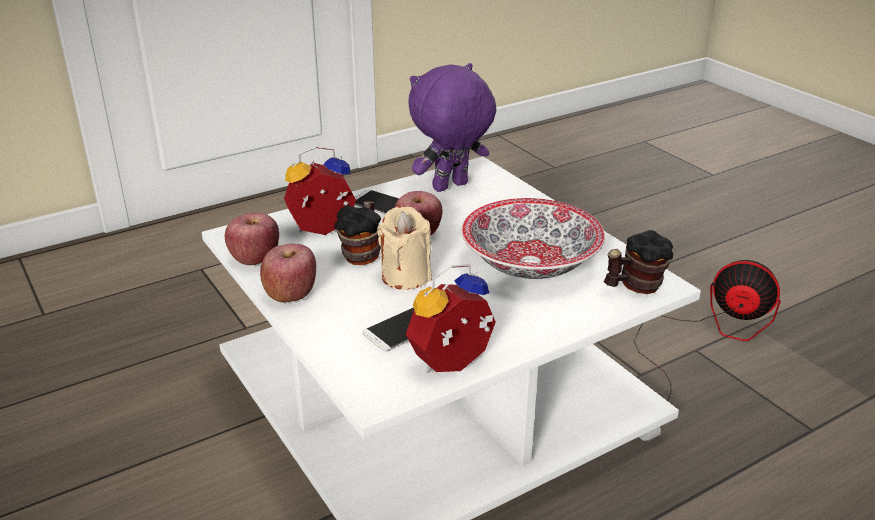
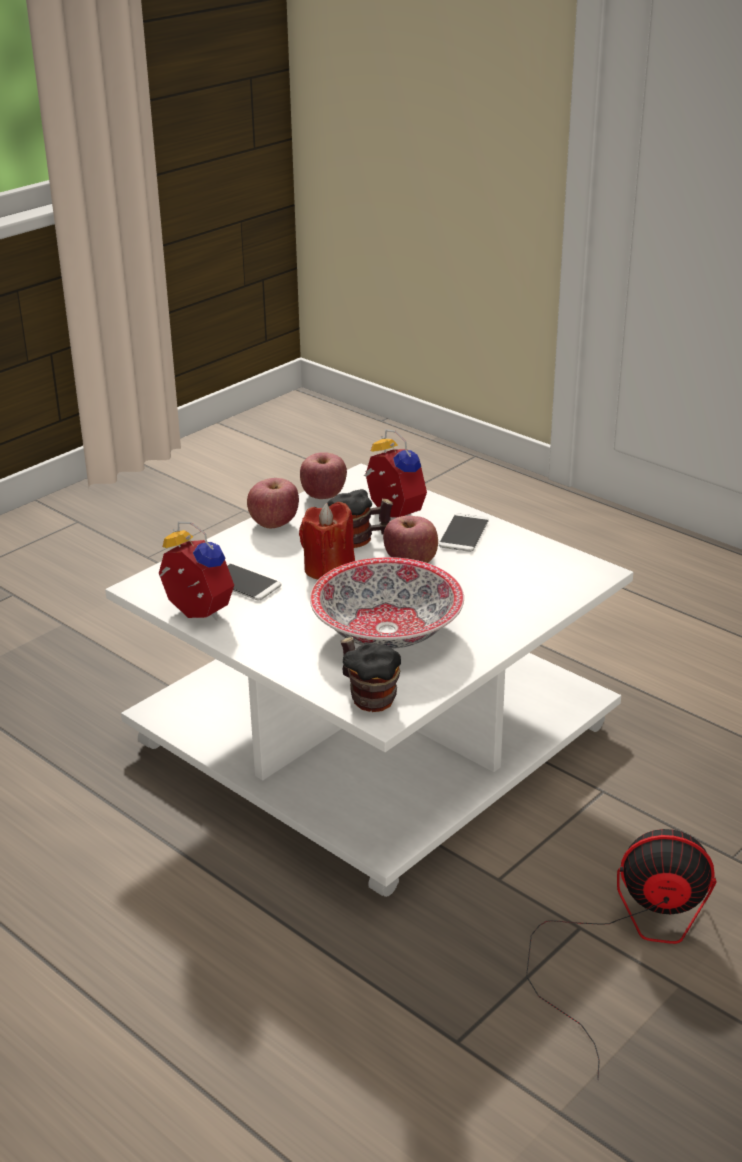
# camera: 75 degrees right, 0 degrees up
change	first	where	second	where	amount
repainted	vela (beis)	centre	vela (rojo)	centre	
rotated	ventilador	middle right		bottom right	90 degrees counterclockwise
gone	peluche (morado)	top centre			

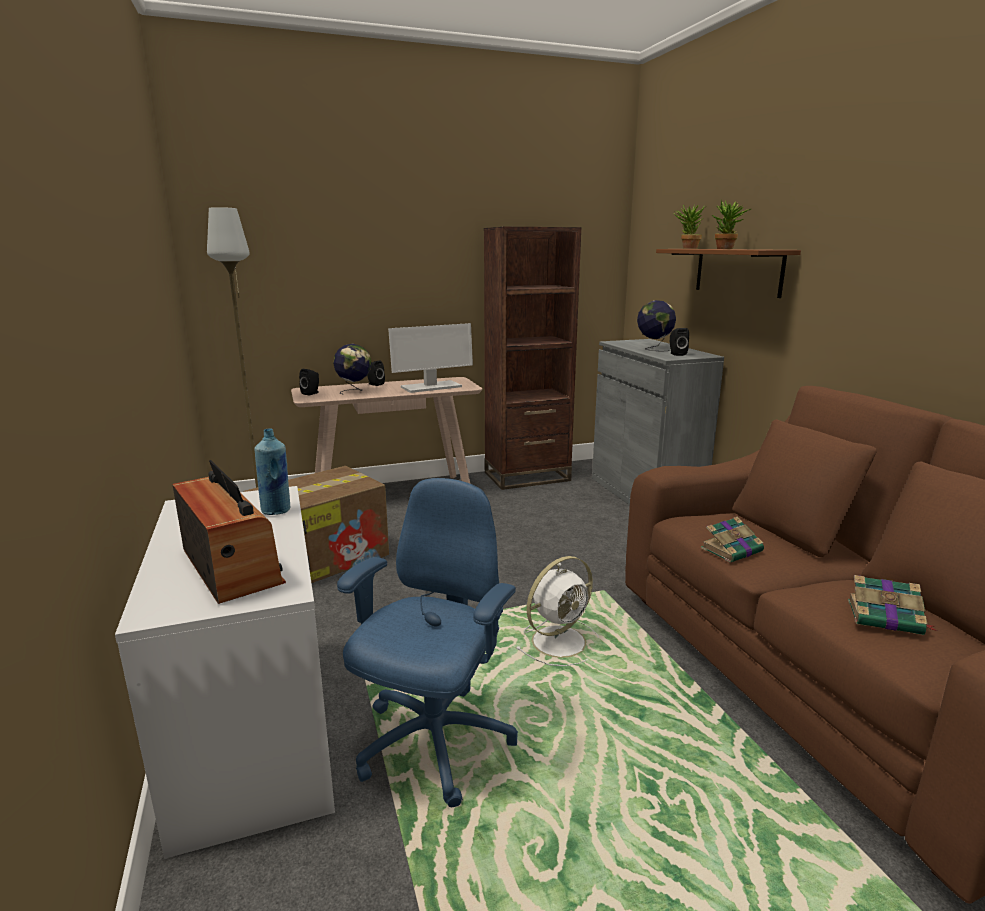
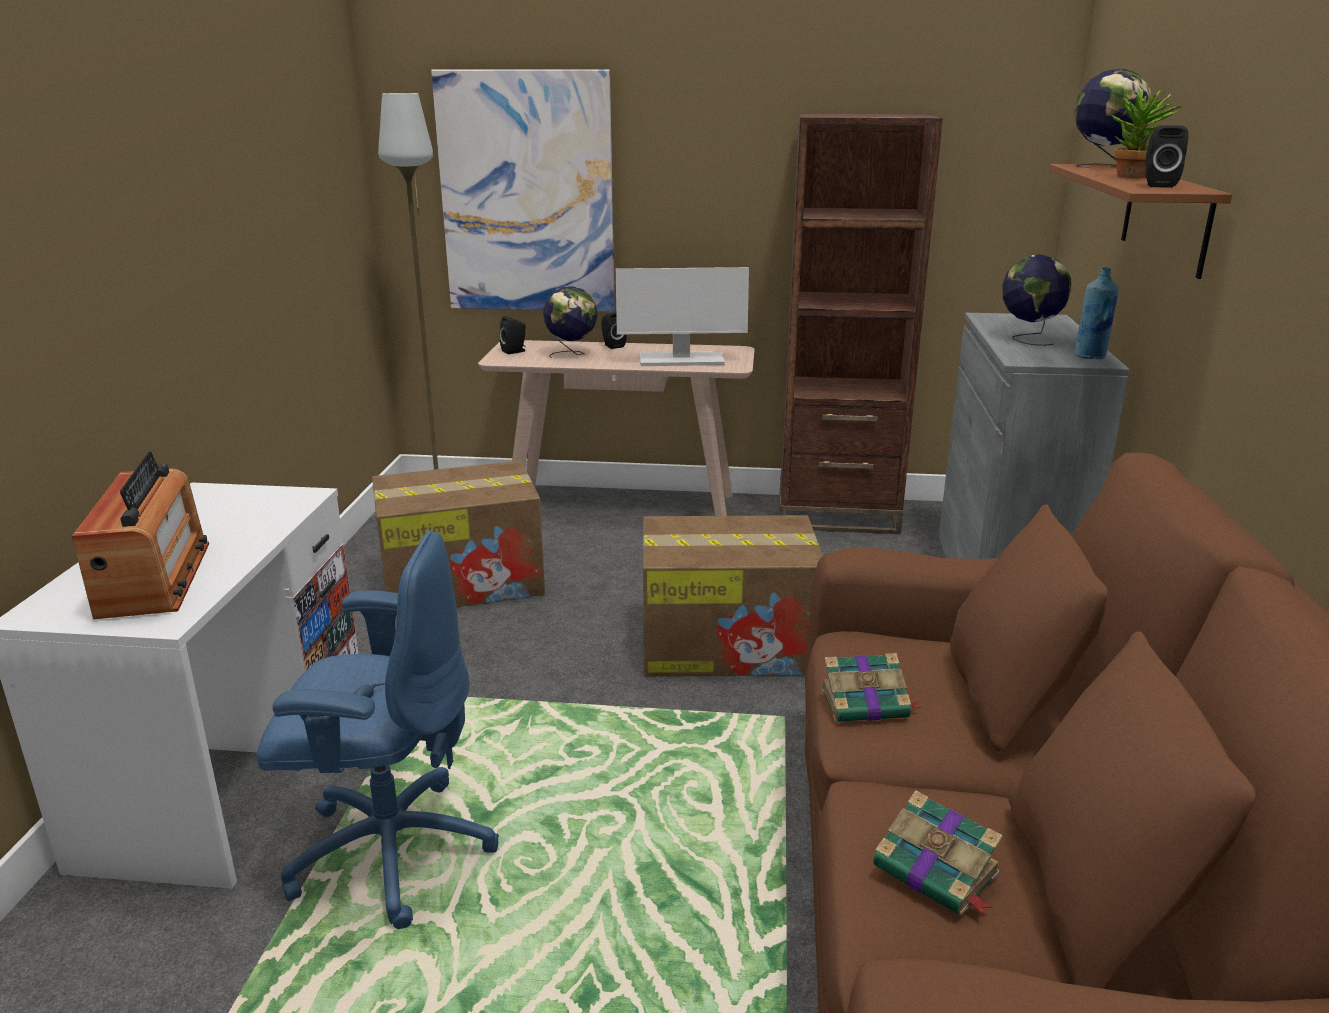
# camera: 25 degrees right, 5 degrees up
change	first	where	second	where	amount
rotated	silla de oficina (azul)	bottom centre		bottom left	45 degrees clockwise
new			cuadro	top centre	
new			caja de cartón (no. 2 from left)	centre	
swapped	planta en maceta (no. 1 from left)	top right	globo terráqueo (no. 3 from left)	top right	
shifted	botella (azul)	middle left		top right	
shifted	altavoz (negro) (no. 3 from left)	middle right		top right	
gone	ventilador (blanco)	bottom centre			

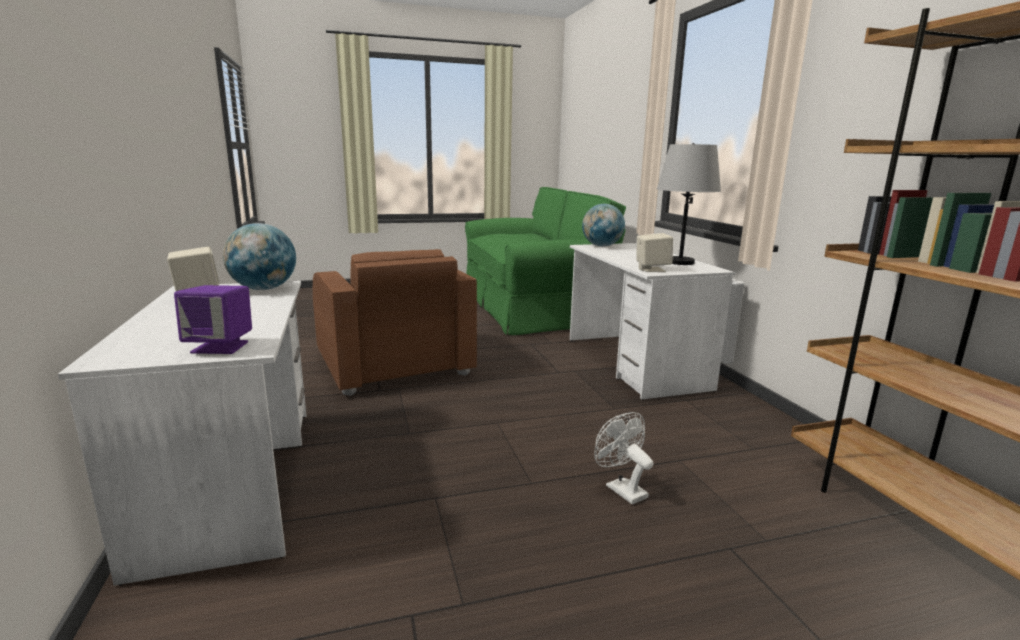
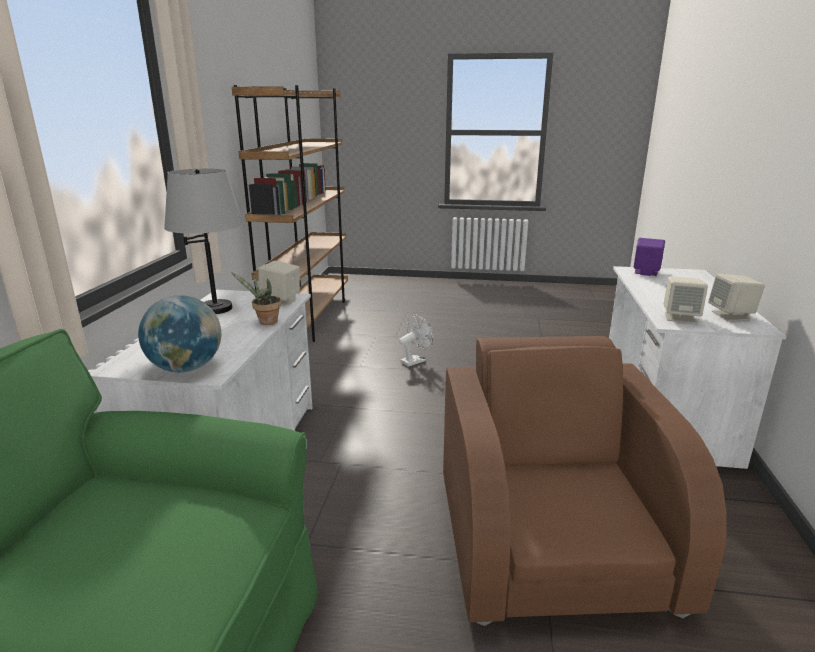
# camera: 155 degrees left, 5 degrees up
change	first	where	second	where	amount
new			planta en maceta	middle left	
rotated	ventilador (blanco)	bottom centre		centre	120 degrees counterclockwise
swapped	globo terráqueo (no. 1 from left)	middle left	altavoz (beis) (no. 2 from left)	middle right	

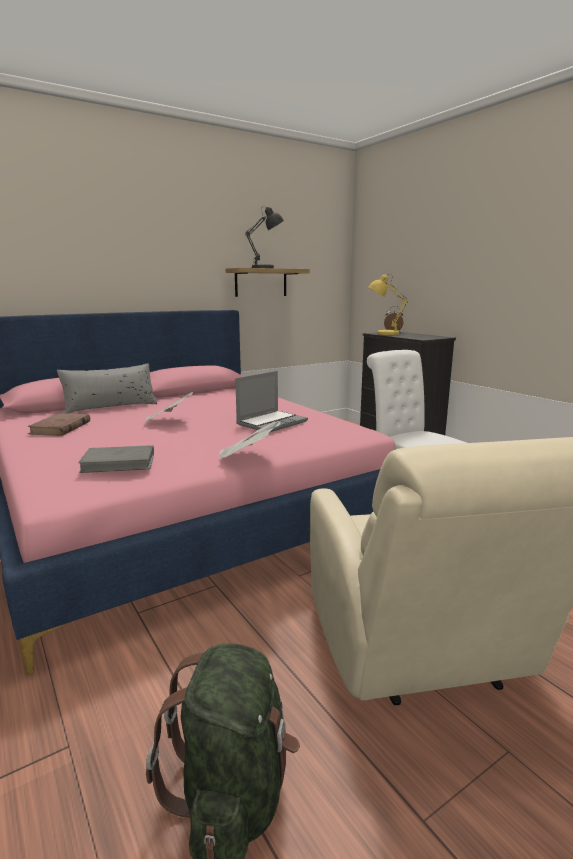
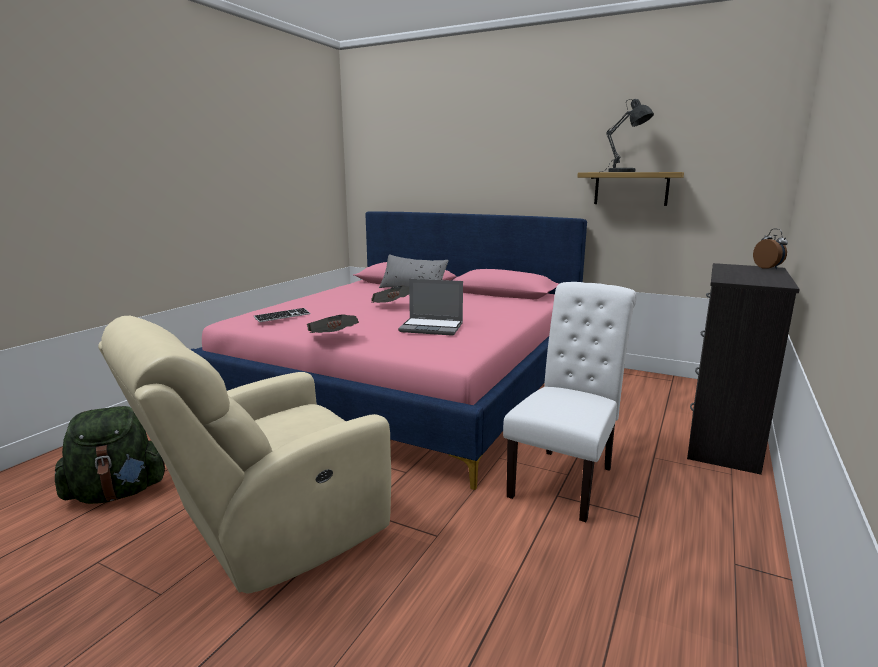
# camera: 60 degrees right, 0 degrees up
change	first	where	second	where	amount
swapped	libro (gris)	middle left	teclado	middle left	
gone	libro (marrón)	middle left			
gone	lámpara de mesa (amarillo)	middle right			

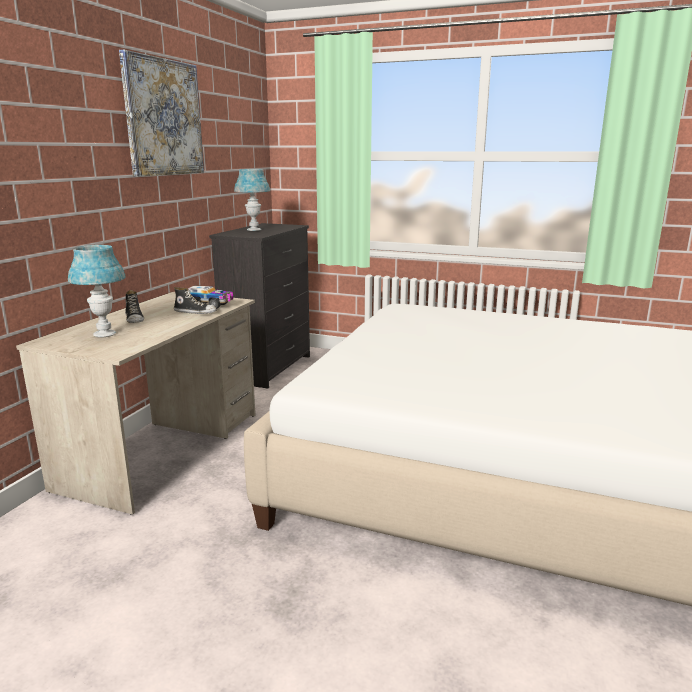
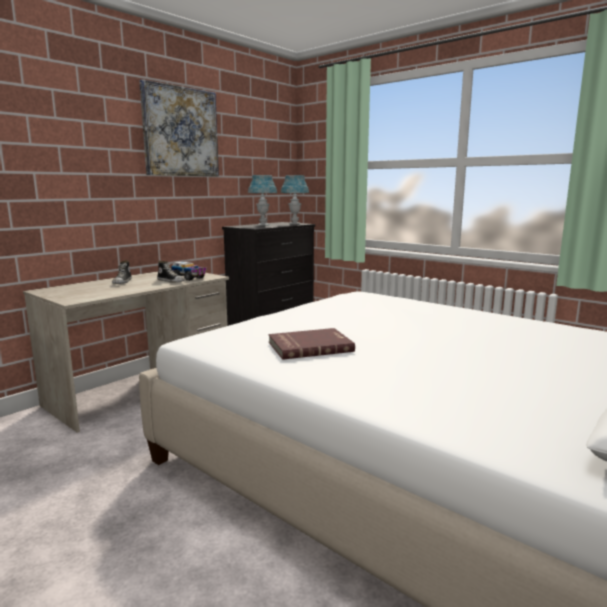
# camera: 20 degrees right, 5 degrees down
change	first	where	second	where	amount
new			libro (rojo)	centre	
shifted	lámpara de mesa (azul) (no. 1 from left in the first image)	middle left	lámpara de mesa (azul) (no. 2 from left)	top centre	

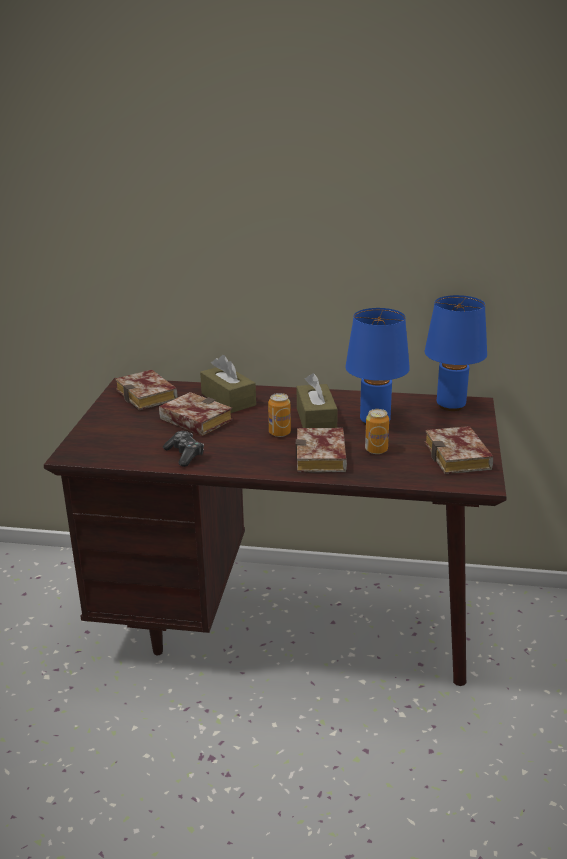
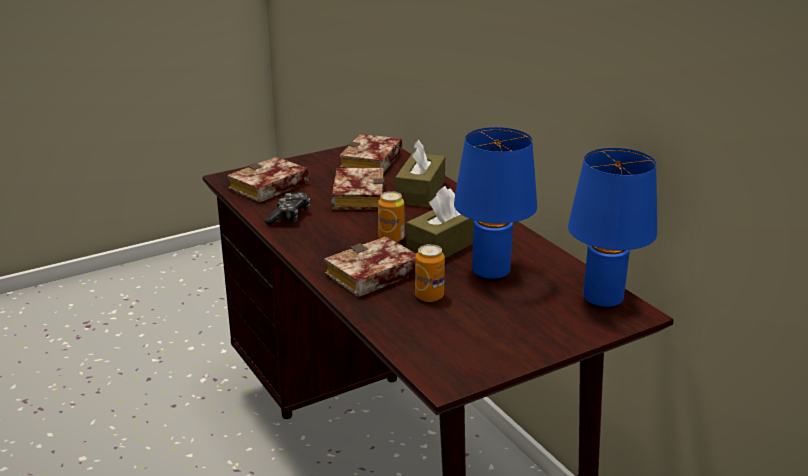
# camera: 50 degrees right, 0 degrees up
change	first	where	second	where	amount
shifted	libro (no. 4 from left in the first image)	middle right	libro (no. 1 from left)	middle left	

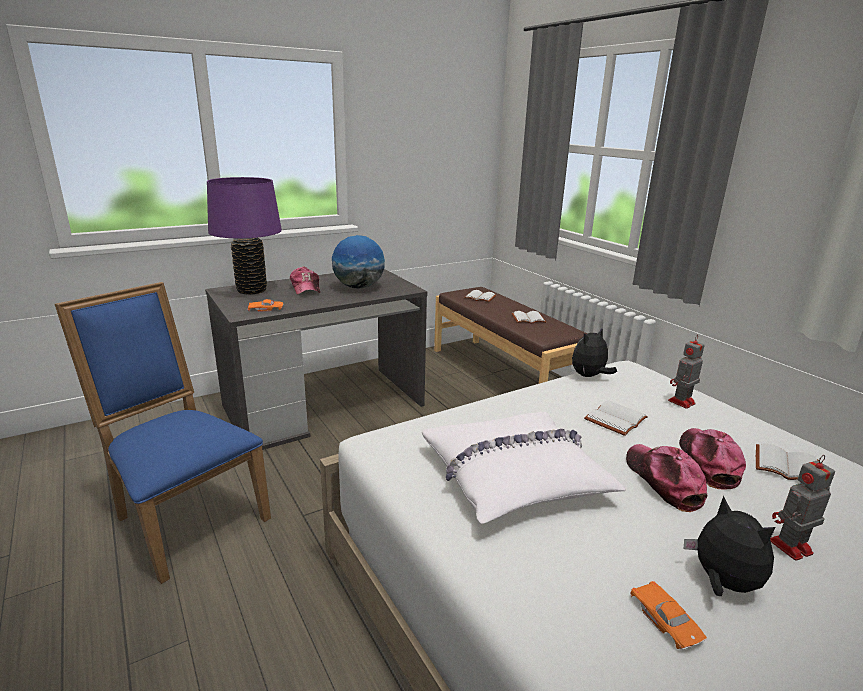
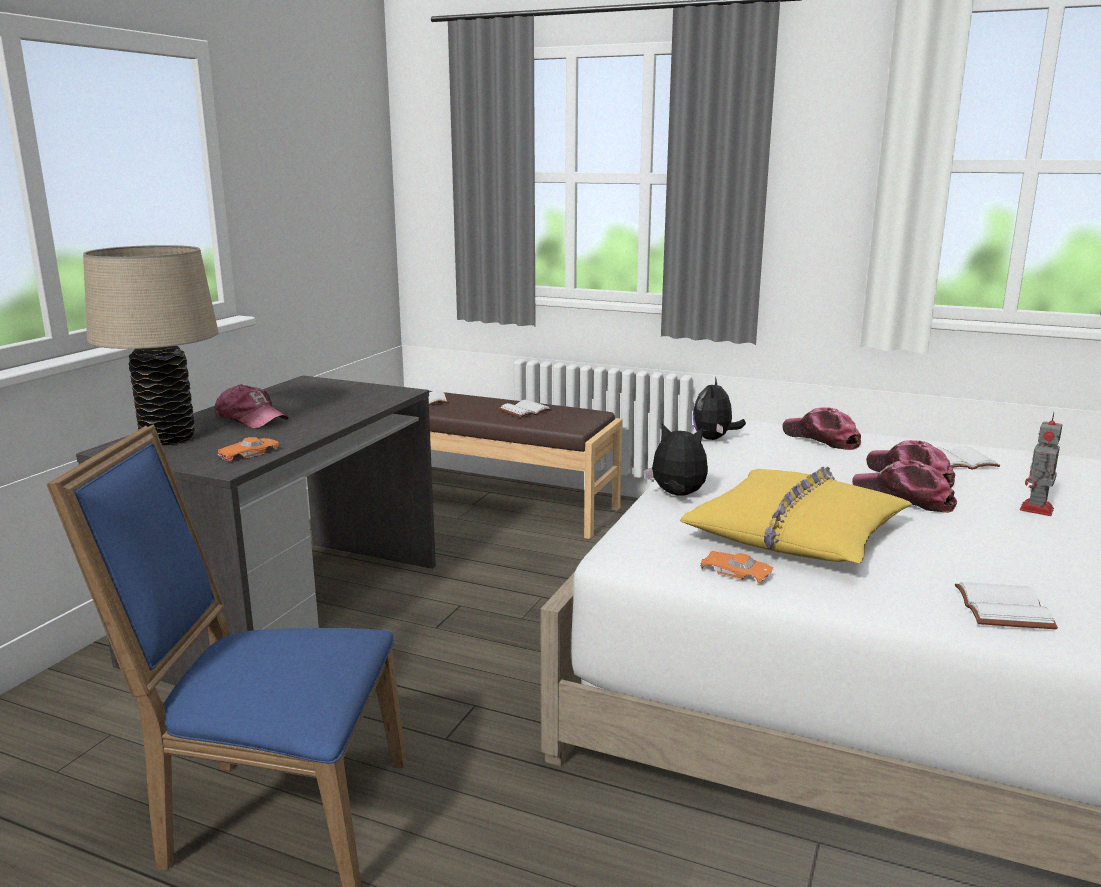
# camera: 35 degrees left, 5 degrees down
change	first	where	second	where	amount
repainted	lámpara de mesa (morado)	middle left	lámpara de mesa (beis)	middle left	
shifted	peluche (no. 2 from left in the first image)	bottom right	peluche (no. 1 from left)	centre	
repainted	cojín (blanco)	bottom centre	cojín (amarillo)	middle right	
shifted	coche de juguete (naranja) (no. 2 from left)	bottom right		middle right	
swapped	robot de juguete (no. 1 from left)	middle right	gorra (no. 2 from left)	middle right	
shifted	libro (blanco) (no. 3 from left in the first image)	middle right	libro (blanco) (no. 4 from left)	bottom right	
gone	globo terráqueo	centre			

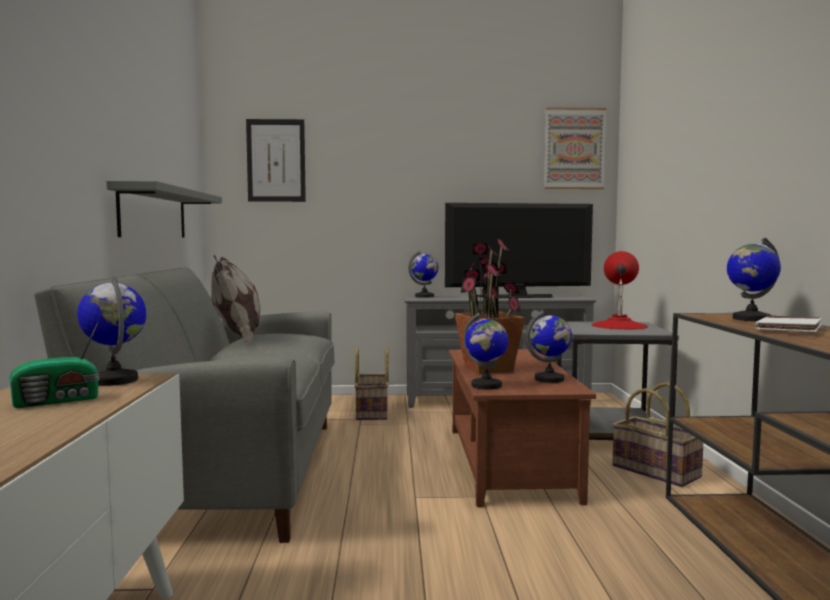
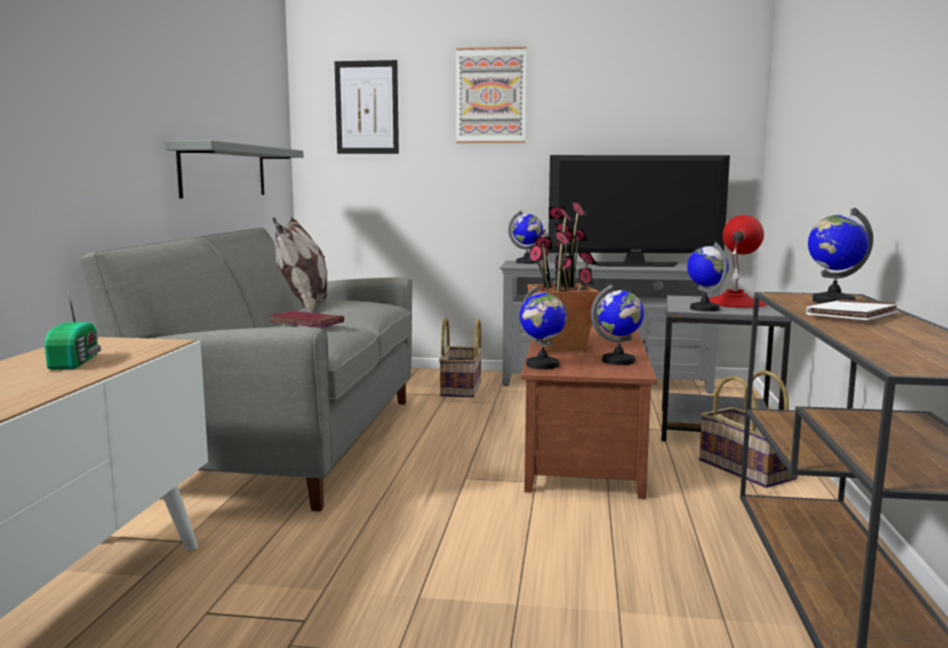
# camera: 10 degrees right, 5 degrees up
change	first	where	second	where	amount
rotated	radio	middle left		middle left	75 degrees counterclockwise
new			libro (rojo)	middle left	
shifted	cuadro (no. 2 from left)	top right		top centre	
shifted	globo terráqueo (no. 1 from left in the first image)	middle left	globo terráqueo (no. 4 from left)	middle right	

